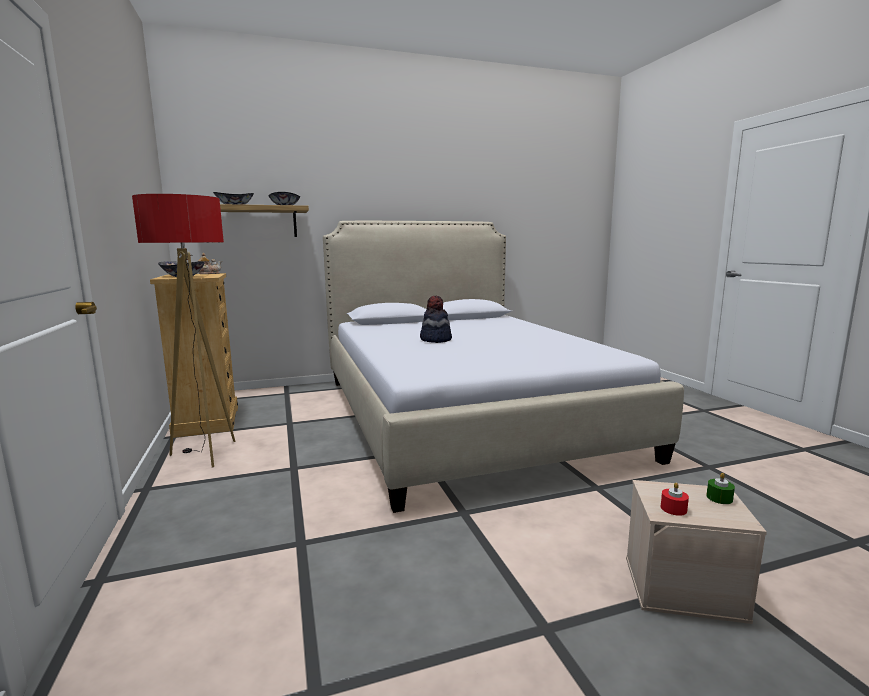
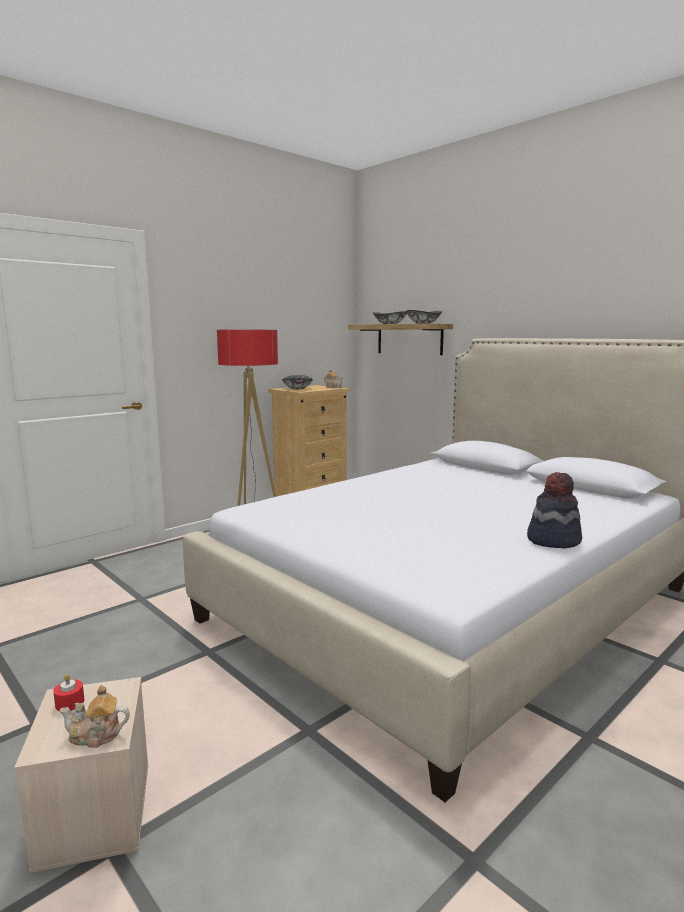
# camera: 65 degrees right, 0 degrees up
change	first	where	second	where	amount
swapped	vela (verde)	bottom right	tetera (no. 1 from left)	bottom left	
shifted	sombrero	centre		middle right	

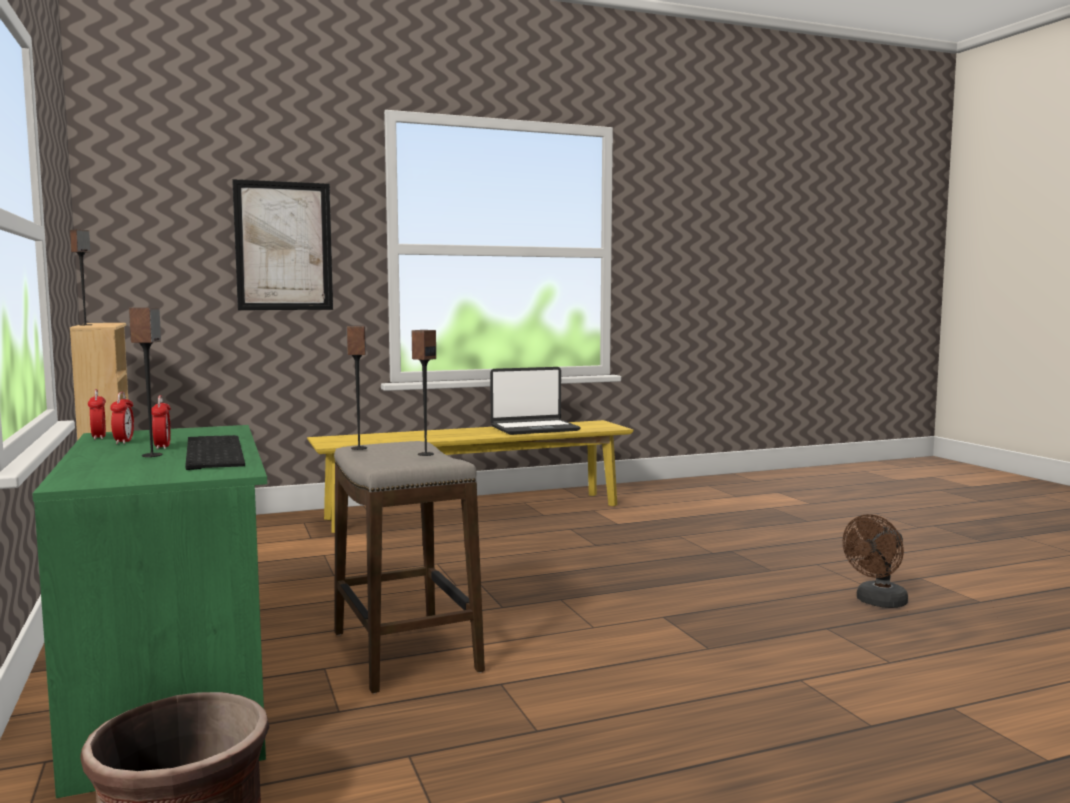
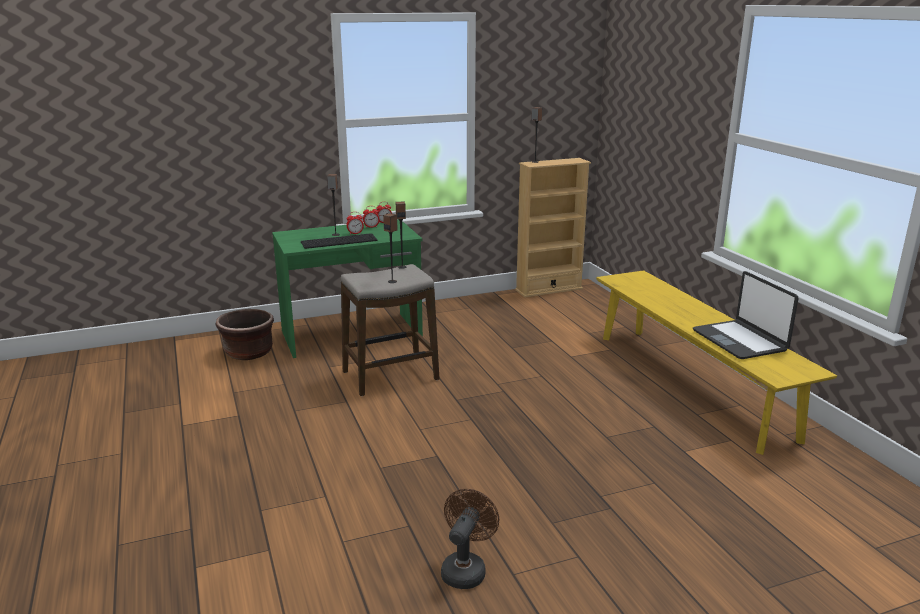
# camera: 90 degrees right, 15 degrees up
change	first	where	second	where	amount
rotated	ventilador (marrón)	bottom right		bottom centre	60 degrees clockwise
gone	cuadro	top left			

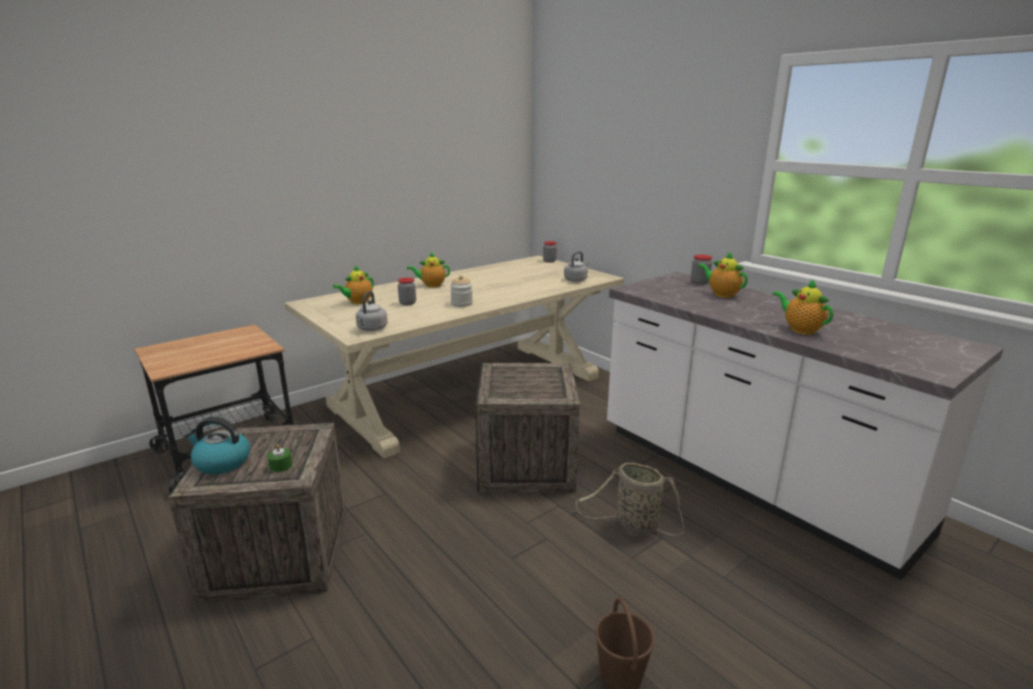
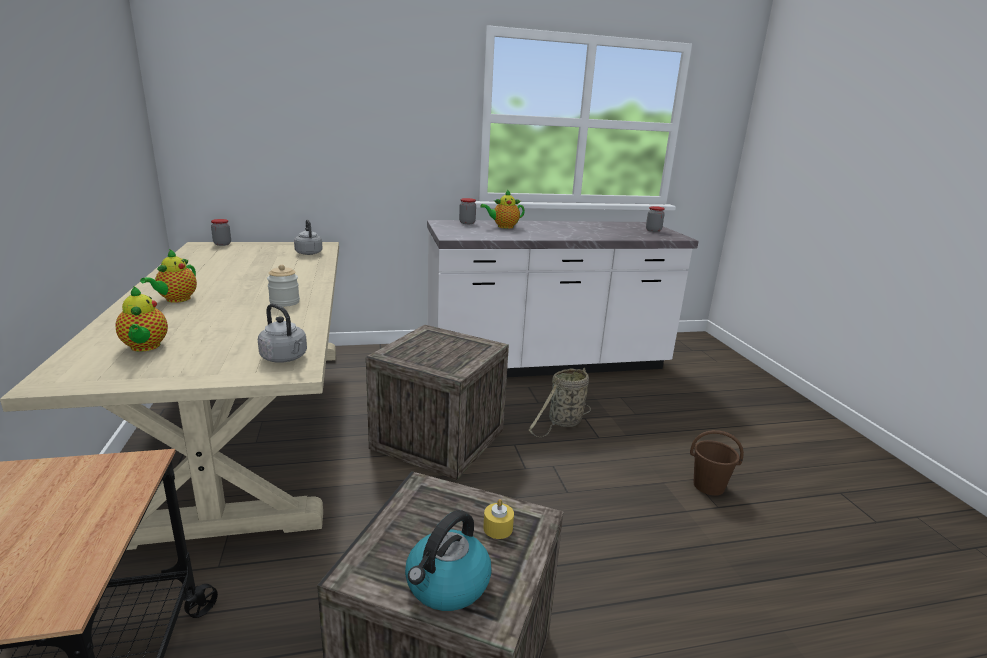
# camera: 65 degrees left, 0 degrees up
change	first	where	second	where	amount
repainted	vela (verde)	middle left	vela (amarillo)	bottom centre	
shifted	tarro (no. 1 from left in the first image)	centre	tarro (no. 4 from left)	top centre	
gone	tetera (no. 4 from left)	middle right			

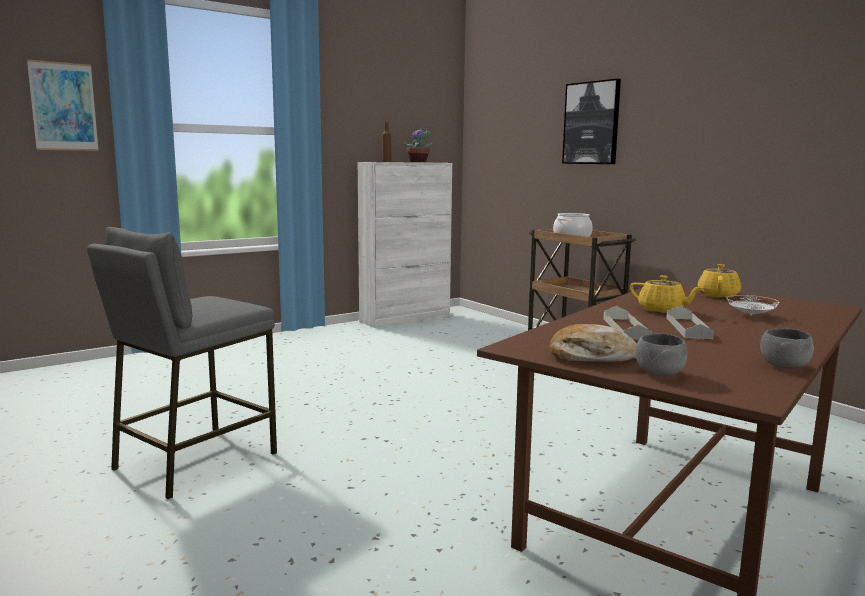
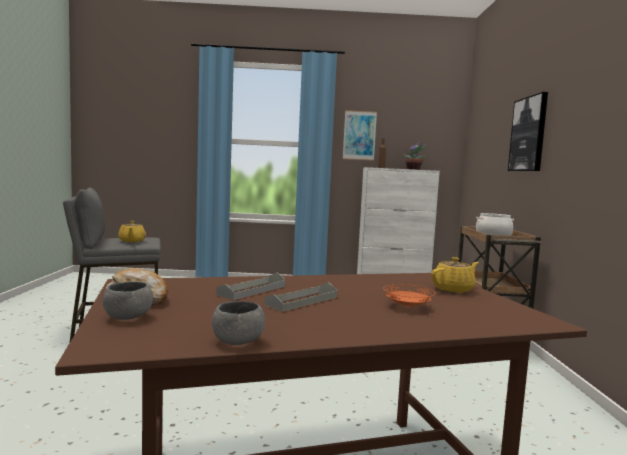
# camera: 35 degrees right, 5 degrees down
change	first	where	second	where	amount
shifted	tetera (amarillo) (no. 1 from left)	middle right		middle left	
shifted	cuadro (no. 1 from left)	top left		top centre	
repainted	plato (blanco)	middle right	plato (naranja)	centre	

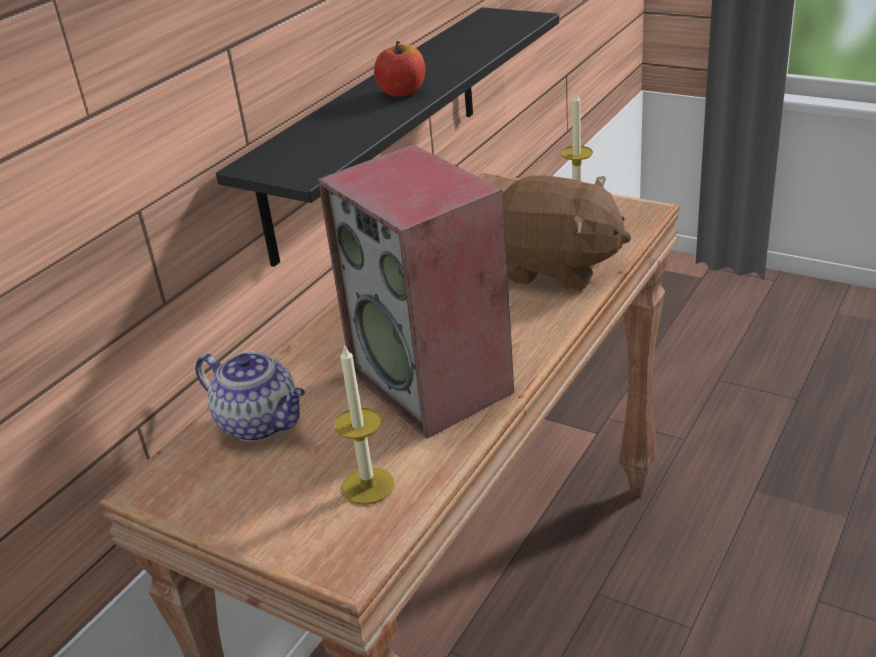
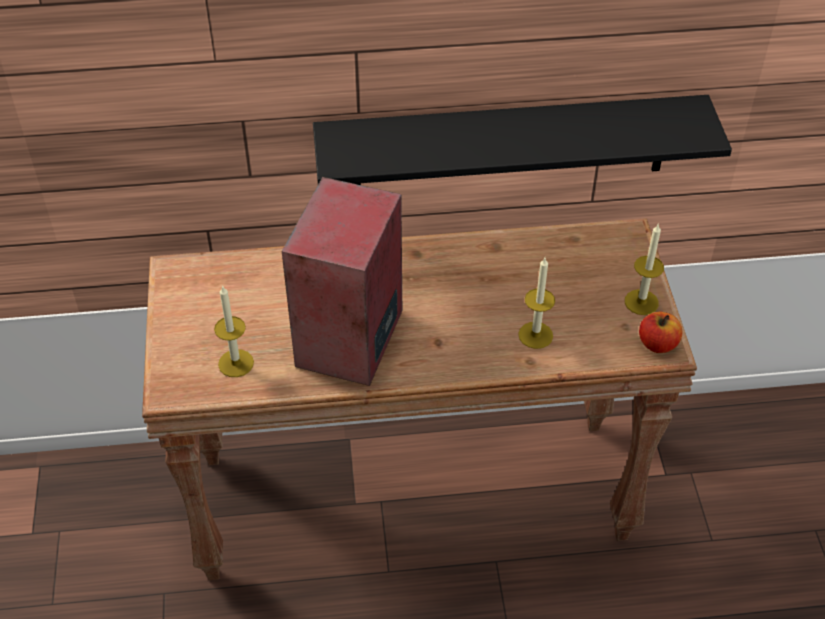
# camera: 50 degrees right, 15 degrees up
change	first	where	second	where	amount
swapped	peluche (marrón)	centre	vela (no. 2 from left)	centre	
shifted	manzana	top centre		middle right	
gone	tetera	middle left			

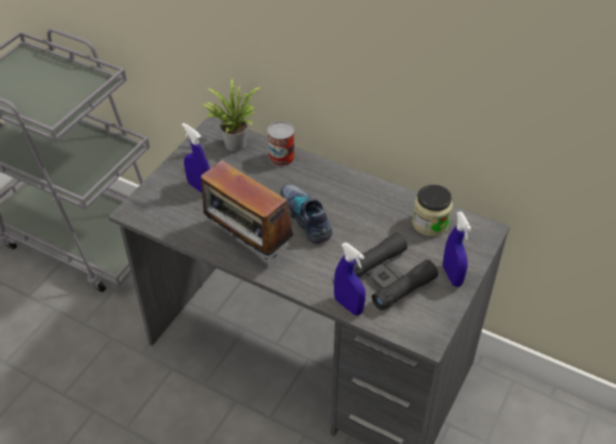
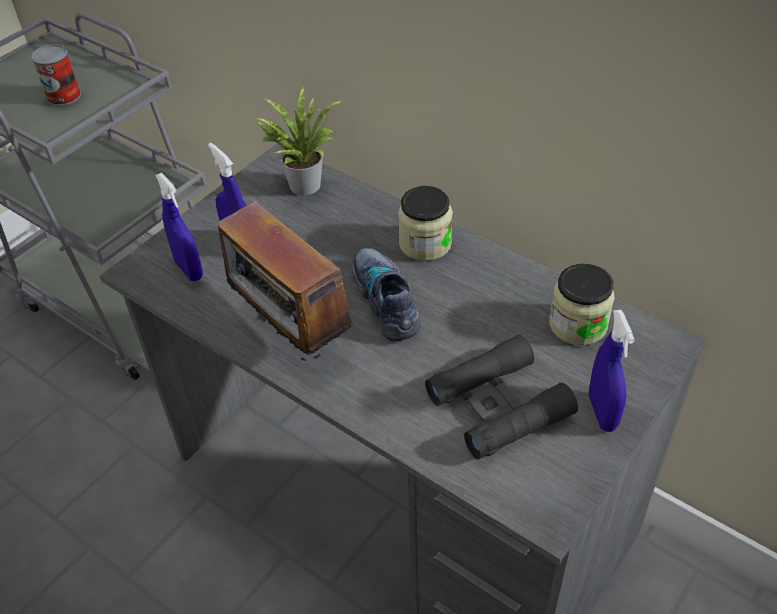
# camera: 10 degrees right, 0 degrees up
change	first	where	second	where	amount
shifted	lata	top centre		top left	
shifted	pulverizador (azul) (no. 2 from left in the first image)	centre	pulverizador (azul) (no. 1 from left)	middle left	
new			tarro (no. 1 from left)	centre	

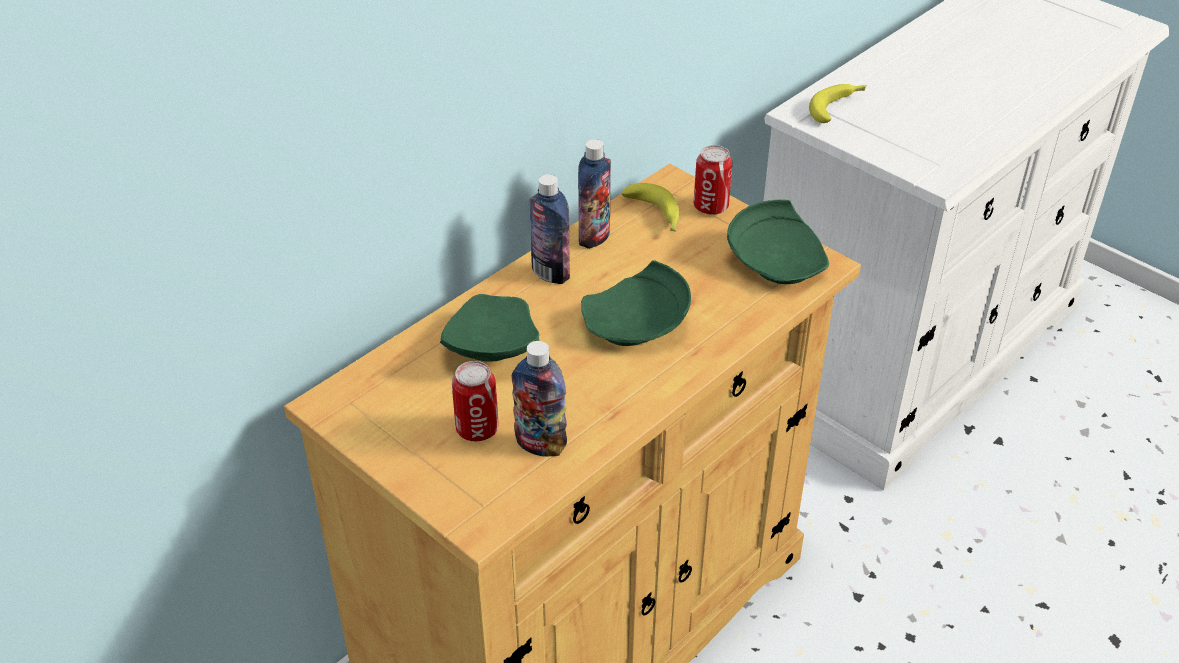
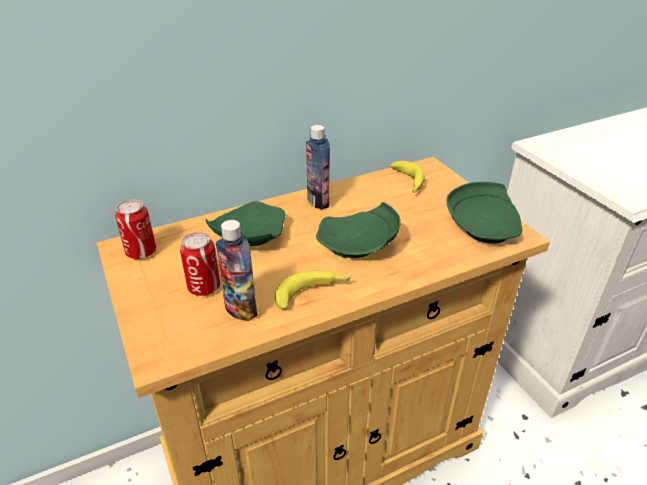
# camera: 20 degrees right, 5 degrees down
change	first	where	second	where	amount
shifted	lata (no. 2 from left in the first image)	top centre	lata (no. 1 from left)	middle left	
shifted	plátano (no. 2 from left in the first image)	top right	plátano (no. 1 from left)	centre	
gone	botella (no. 3 from left)	top centre			

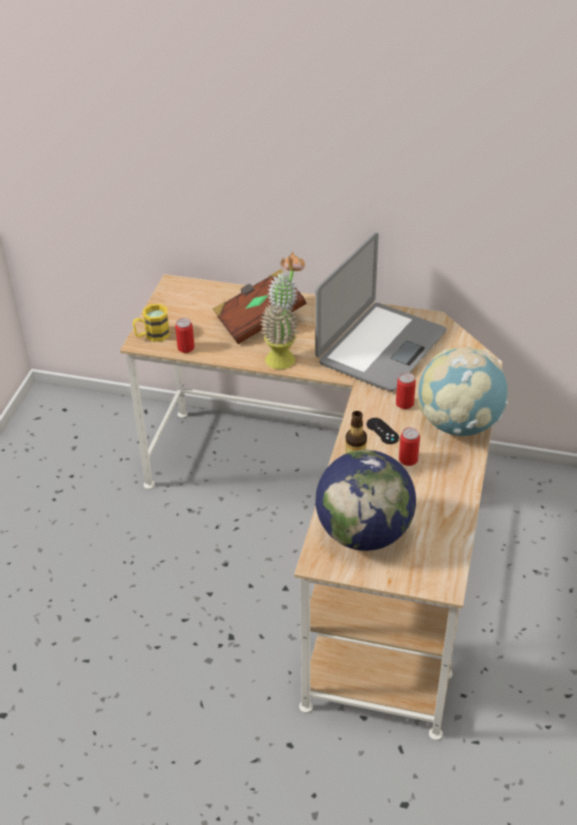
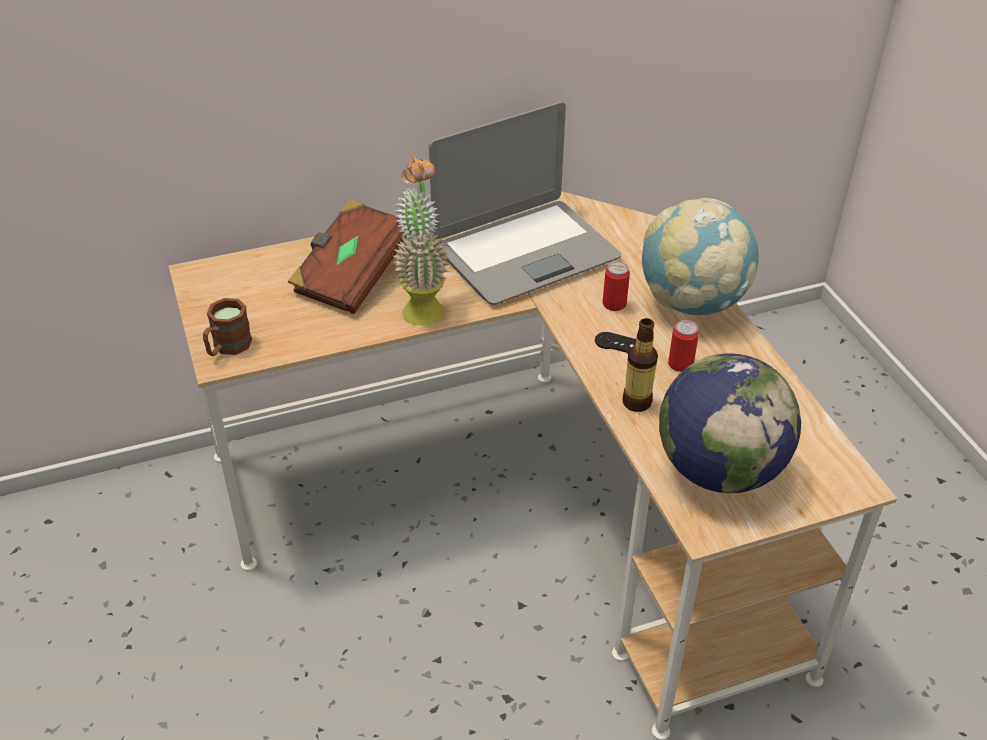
# camera: 35 degrees left, 0 degrees up
change	first	where	second	where	amount
repainted	taza grande (amarillo)	middle left	taza grande (marrón)	middle left	
rotated	portátil	centre		top centre	60 degrees clockwise
gone	lata (no. 1 from left)	middle left			

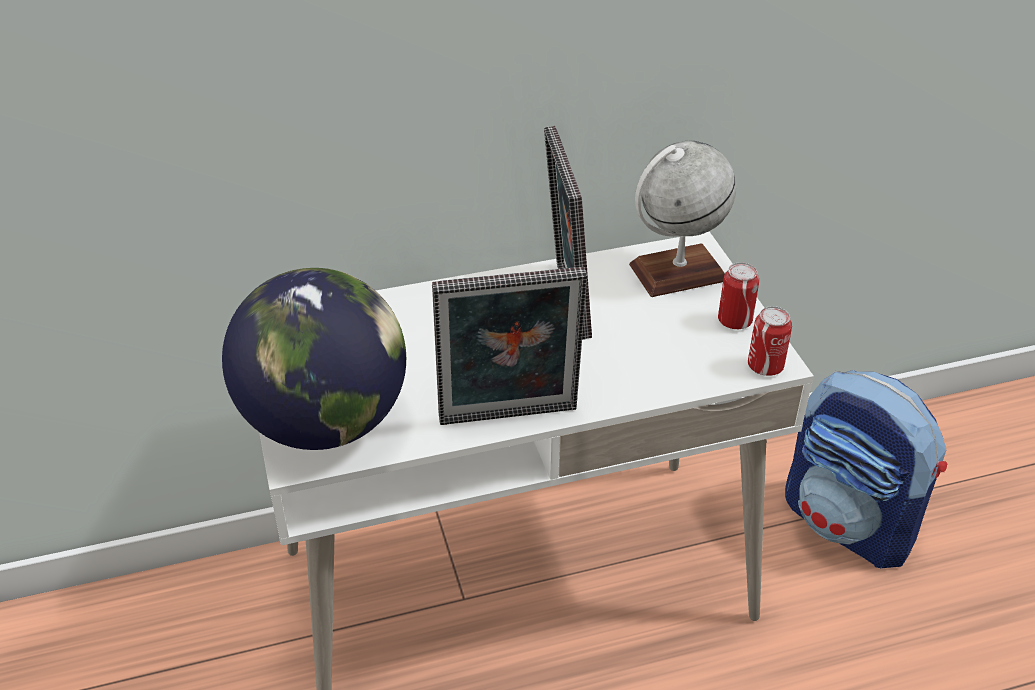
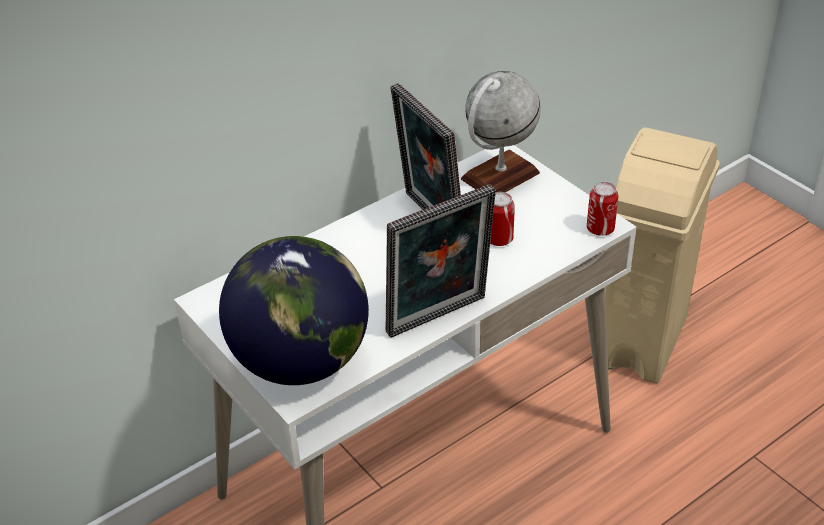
# camera: 20 degrees left, 0 degrees up
change	first	where	second	where	amount
shifted	lata (no. 1 from left)	middle right		centre	
swapped	mochila	bottom right	papelera (beis)	middle right	

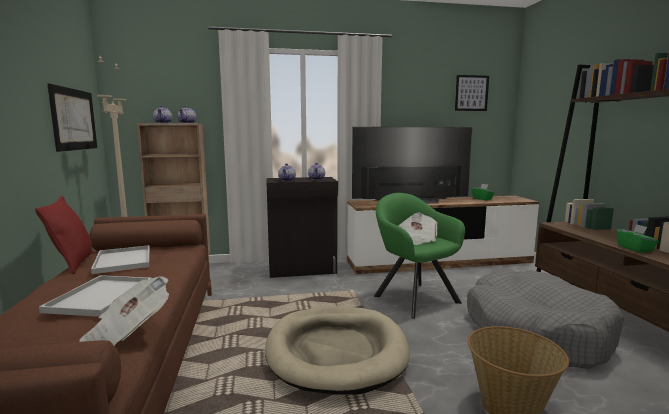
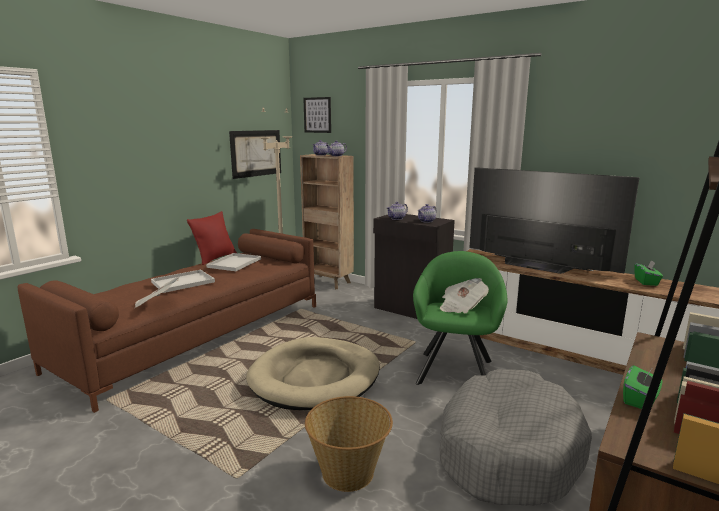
# camera: 45 degrees right, 5 degrees up
change	first	where	second	where	amount
shifted	cuadro (no. 2 from left)	top right		top centre	

